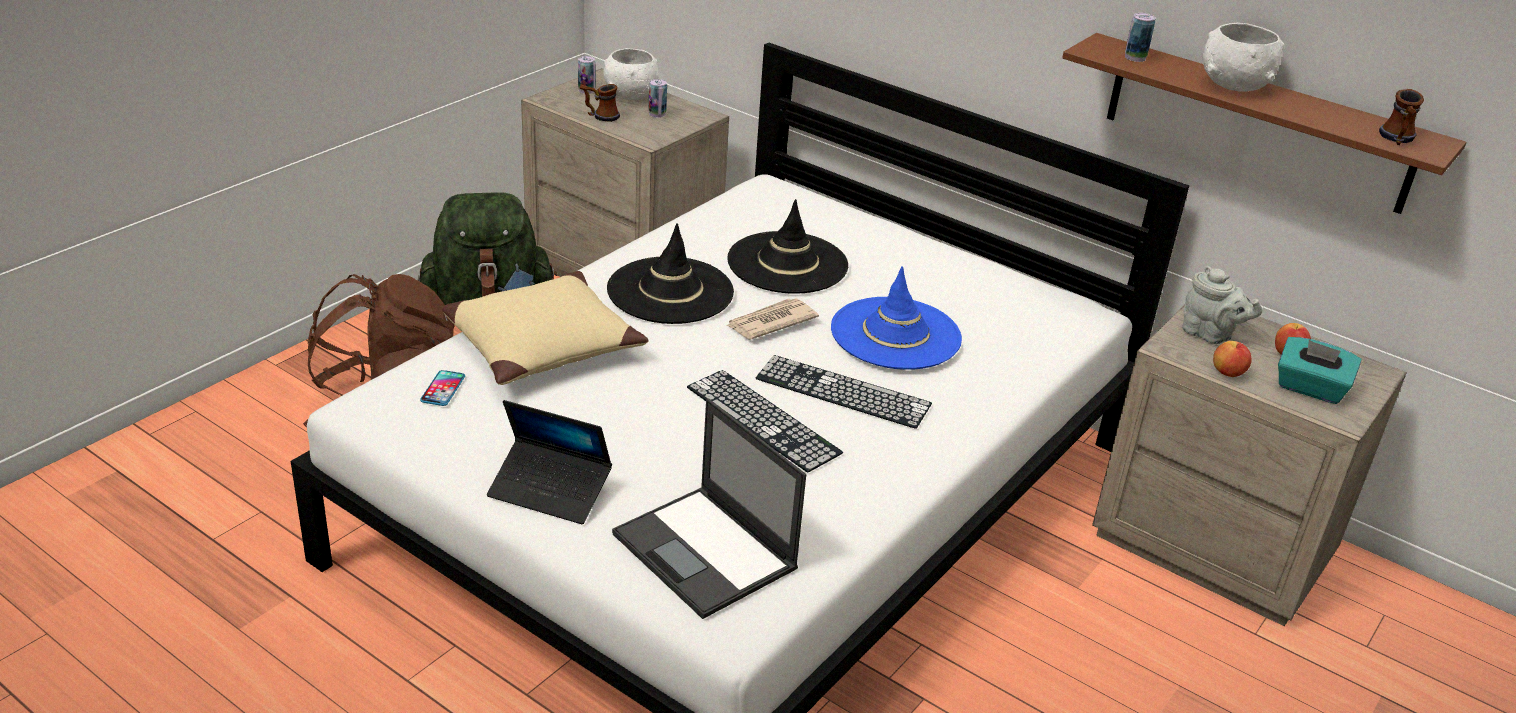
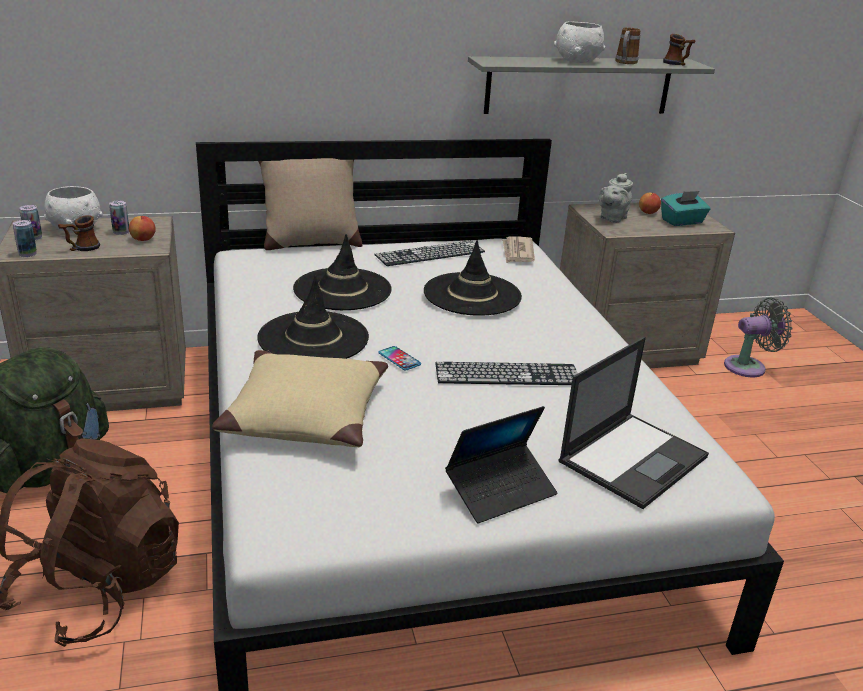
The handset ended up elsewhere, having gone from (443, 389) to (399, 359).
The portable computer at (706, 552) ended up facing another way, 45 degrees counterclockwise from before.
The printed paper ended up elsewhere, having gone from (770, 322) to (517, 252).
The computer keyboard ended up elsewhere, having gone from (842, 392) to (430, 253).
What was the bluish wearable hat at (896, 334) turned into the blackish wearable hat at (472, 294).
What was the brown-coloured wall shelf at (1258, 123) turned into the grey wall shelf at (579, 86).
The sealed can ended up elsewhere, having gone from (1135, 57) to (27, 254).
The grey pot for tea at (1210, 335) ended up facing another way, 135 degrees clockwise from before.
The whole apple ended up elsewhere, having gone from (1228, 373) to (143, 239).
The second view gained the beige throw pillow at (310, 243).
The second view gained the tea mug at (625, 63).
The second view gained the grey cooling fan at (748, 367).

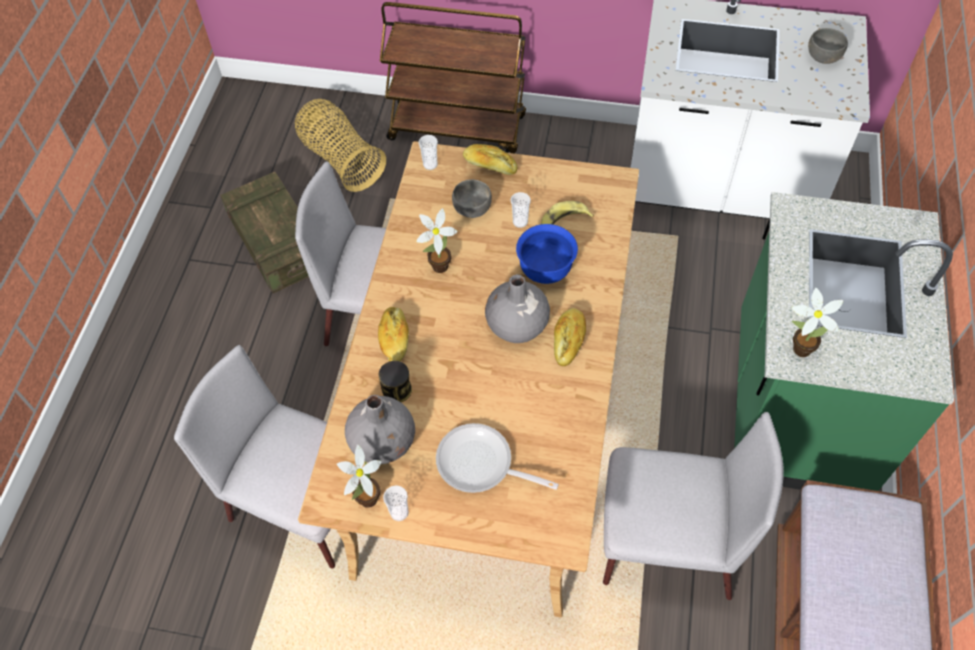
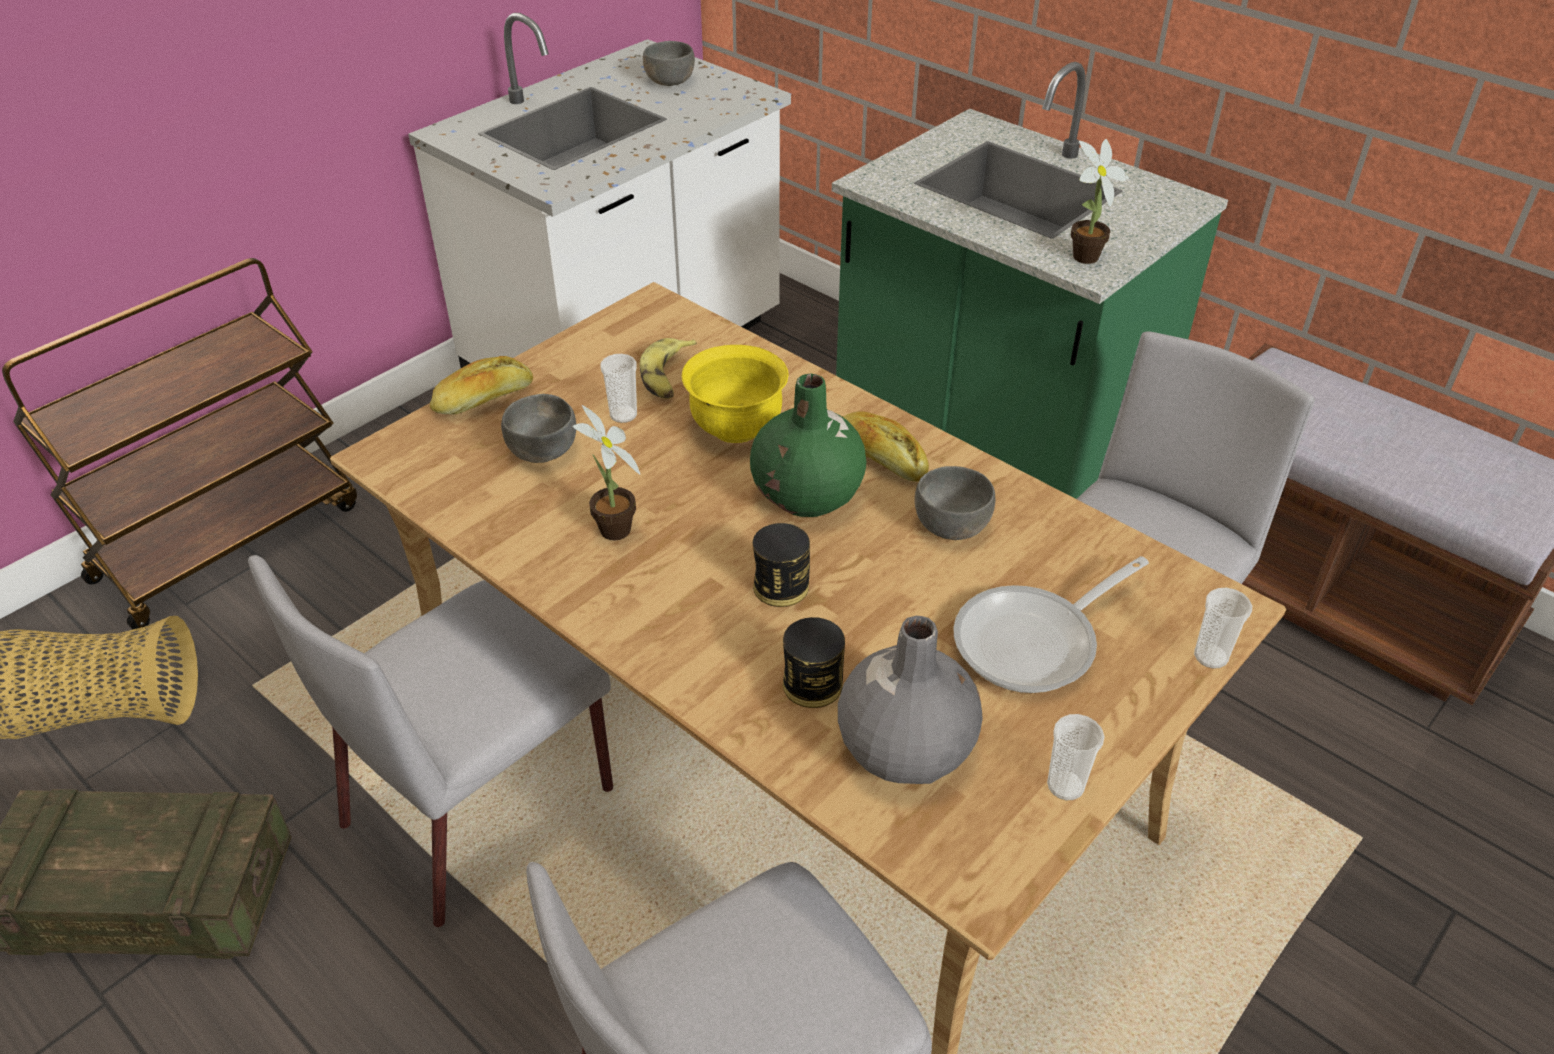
The second view lost the potted plant at (366, 501).
The second view lost the bakery bread at (394, 339).
The small cup ended up elsewhere, having gone from (430, 165) to (1210, 656).
What was the grey decorative vase at (517, 325) turned into the green decorative vase at (808, 496).
What was the bluish bowl at (545, 270) turned into the yellow bowl at (736, 427).
The second view gained the sealed can at (781, 587).
The second view gained the grey bowl at (950, 524).

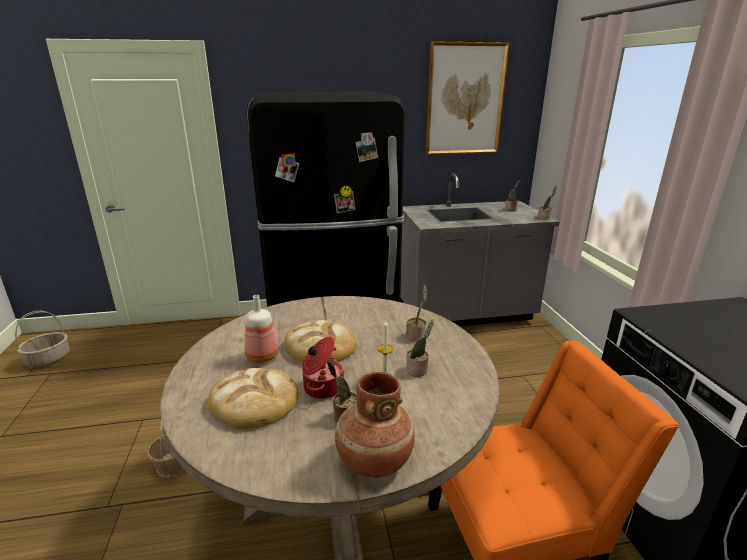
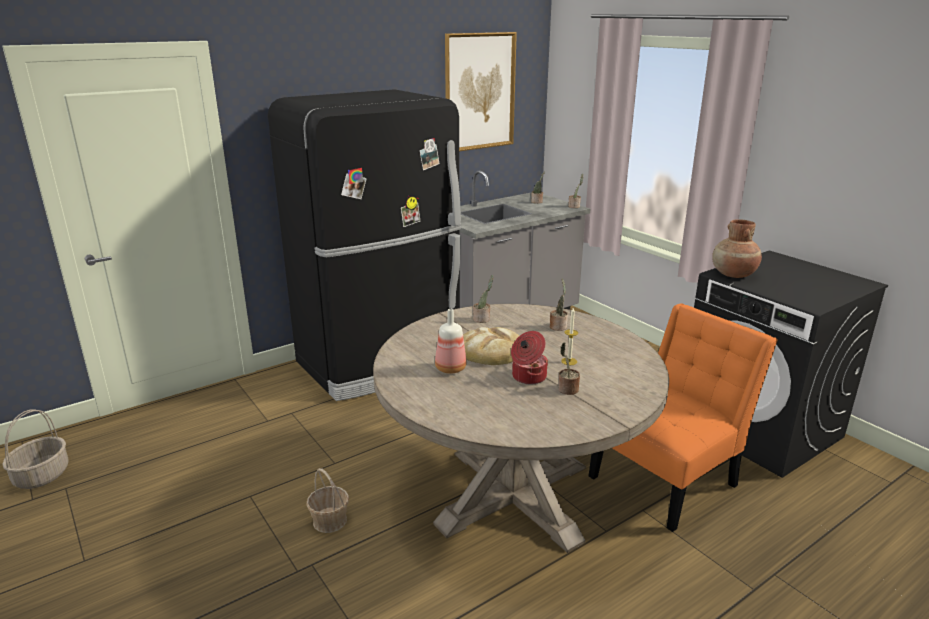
The second view lost the bakery bread at (254, 401).
The brown-coloured decorative vase ended up elsewhere, having gone from (374, 461) to (733, 274).
The potted plant ended up elsewhere, having gone from (418, 370) to (482, 319).

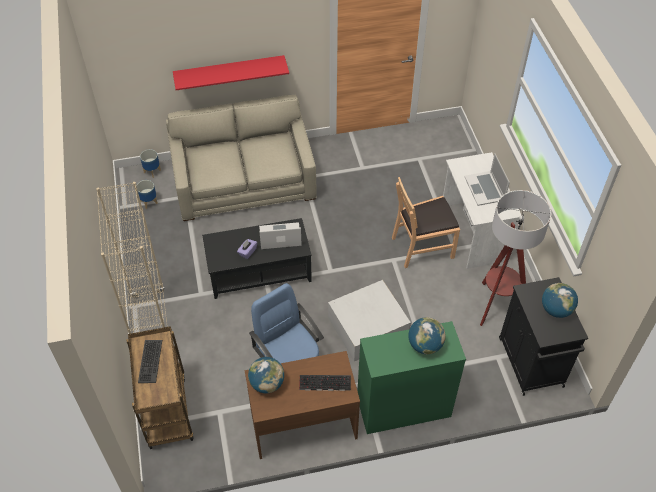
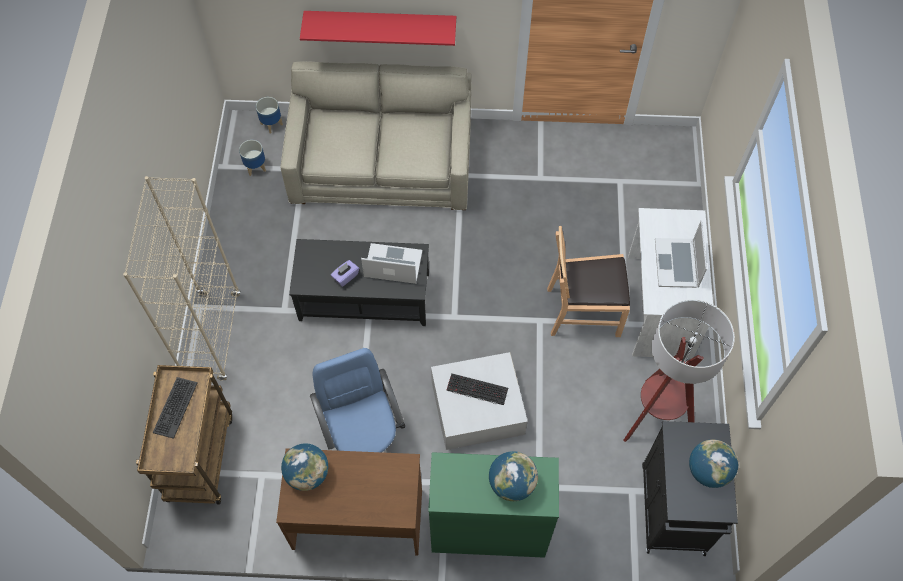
The computer keyboard ended up elsewhere, having gone from (324, 383) to (476, 390).

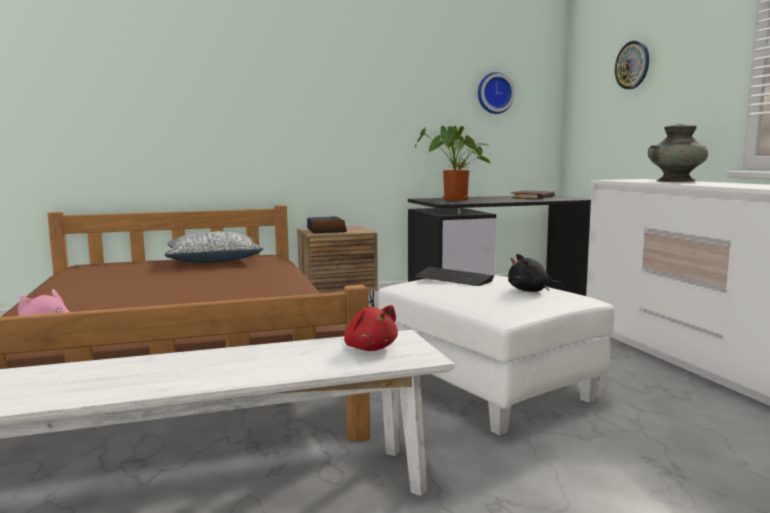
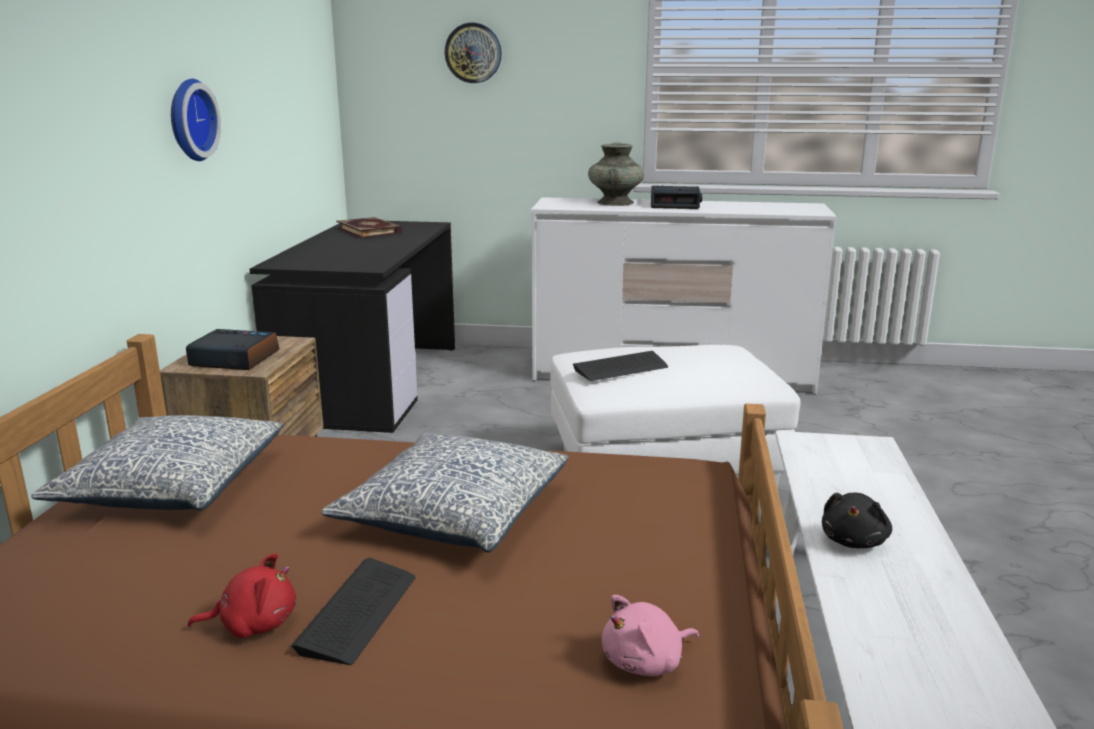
The red cuddly toy ended up elsewhere, having gone from (370, 348) to (253, 624).
The second view lost the potted plant at (454, 200).
The clock on the wall ended up elsewhere, having gone from (494, 93) to (189, 120).
The blackish cuddly toy ended up elsewhere, having gone from (531, 291) to (854, 541).
The second view gained the computer keyboard at (358, 612).
The second view gained the throw pillow at (454, 513).
The second view gained the table clock at (675, 204).

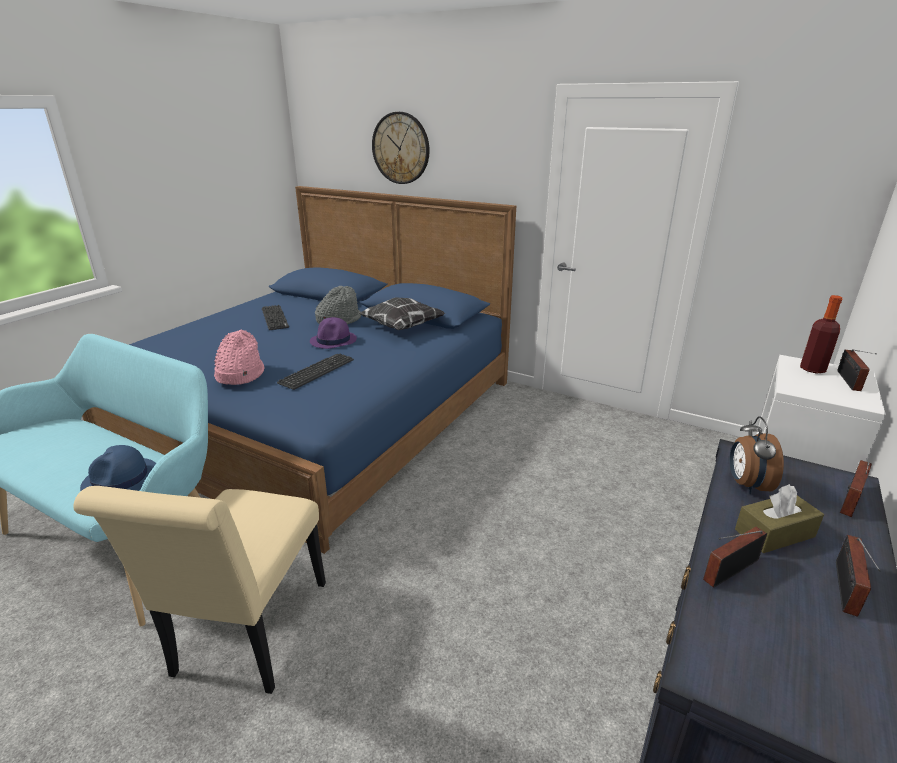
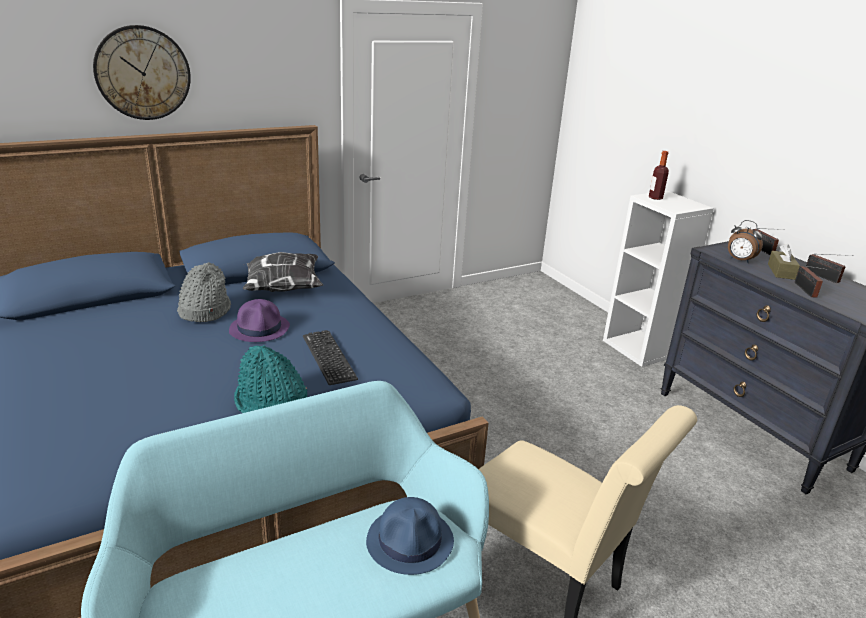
What was the pinkish wearable hat at (239, 374) turned into the turquoise wearable hat at (270, 403).
The second view lost the computer keyboard at (275, 318).
The second view lost the radio set at (849, 381).

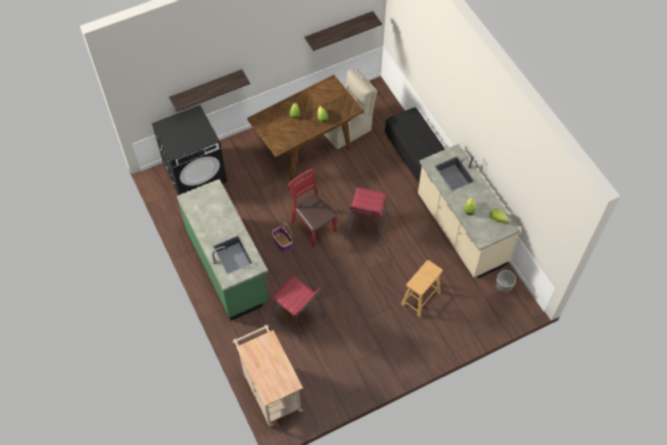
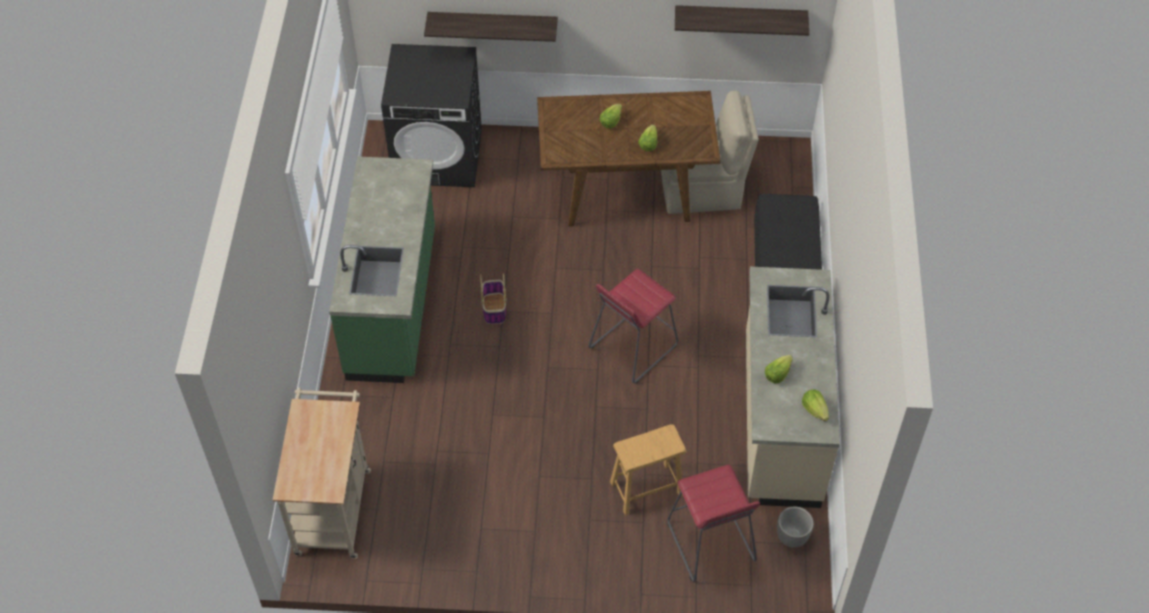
The red stool seat ended up elsewhere, having gone from (298, 318) to (710, 542).
The second view lost the red plain chair at (313, 227).

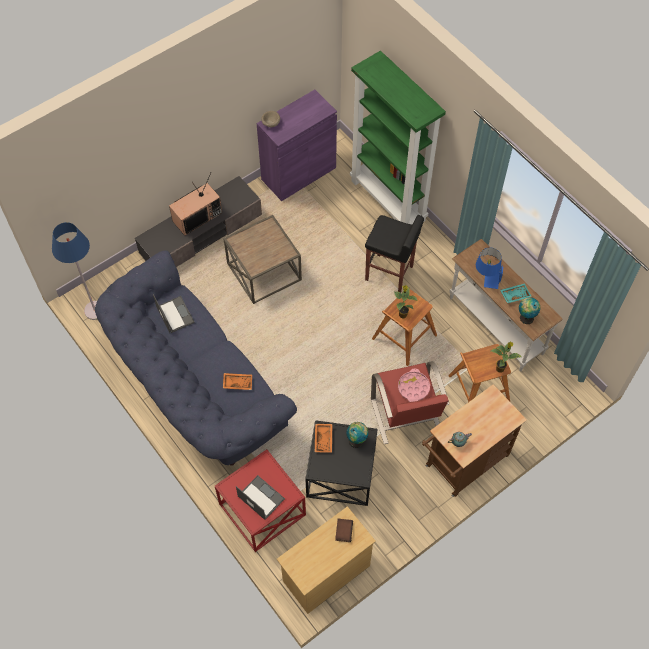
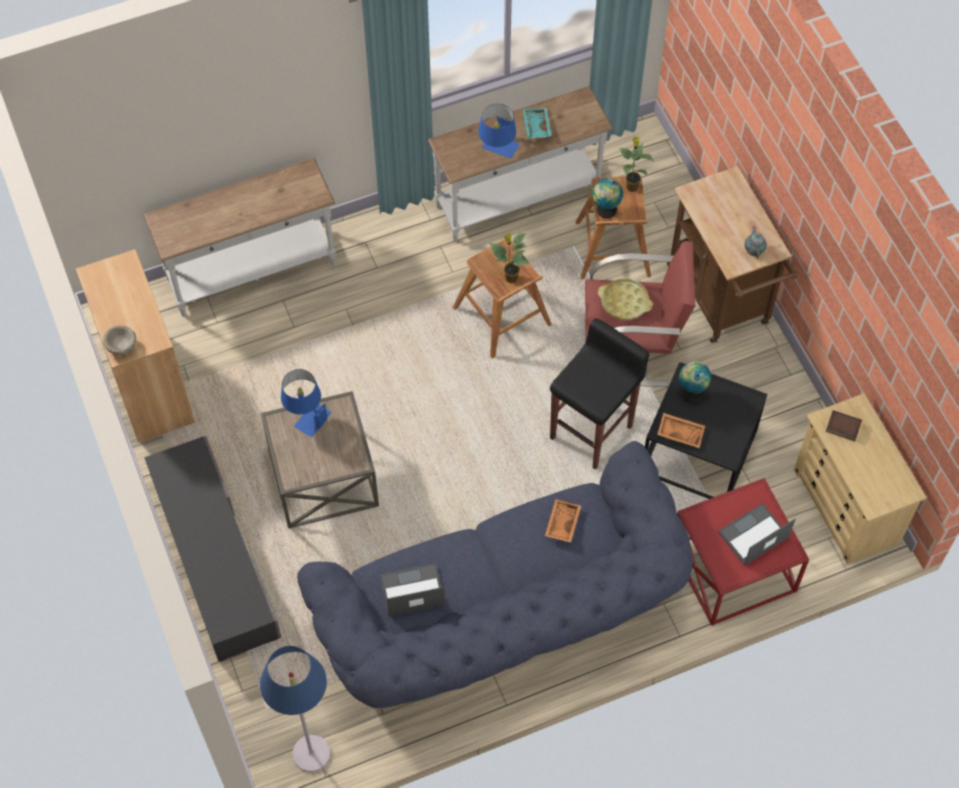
The second view lost the TV set at (197, 216).
What was the purple-coloured storage cabinet at (298, 173) turned into the brown-coloured storage cabinet at (149, 385).
Where the green shelving unit stood at (389, 200), the whitish console table came to stand at (252, 273).
The blackish stool seat ended up elsewhere, having gone from (389, 274) to (593, 432).
What was the pinkish serving tray at (413, 387) turned into the yellow serving tray at (624, 302).
The desk globe ended up elsewhere, having gone from (525, 317) to (605, 210).
The second view gained the bluish lamp for a table at (306, 415).

